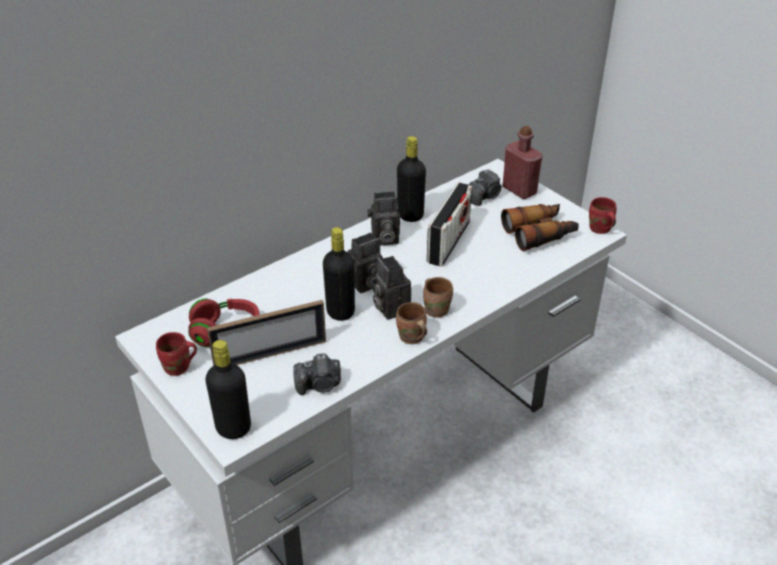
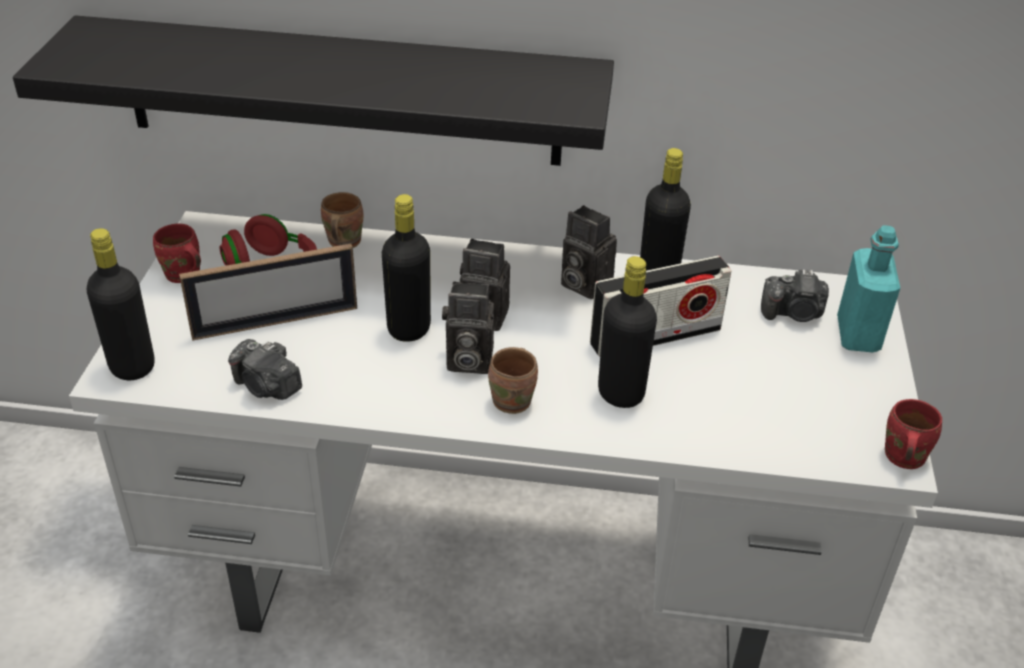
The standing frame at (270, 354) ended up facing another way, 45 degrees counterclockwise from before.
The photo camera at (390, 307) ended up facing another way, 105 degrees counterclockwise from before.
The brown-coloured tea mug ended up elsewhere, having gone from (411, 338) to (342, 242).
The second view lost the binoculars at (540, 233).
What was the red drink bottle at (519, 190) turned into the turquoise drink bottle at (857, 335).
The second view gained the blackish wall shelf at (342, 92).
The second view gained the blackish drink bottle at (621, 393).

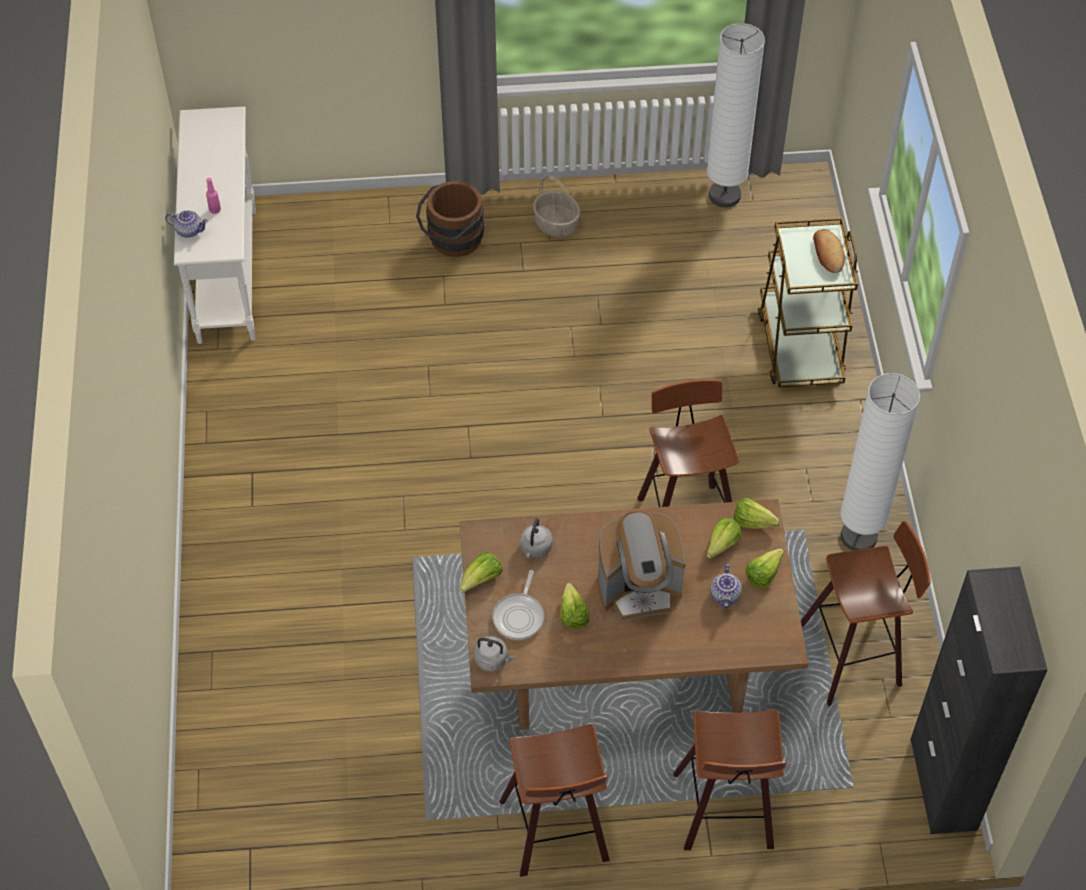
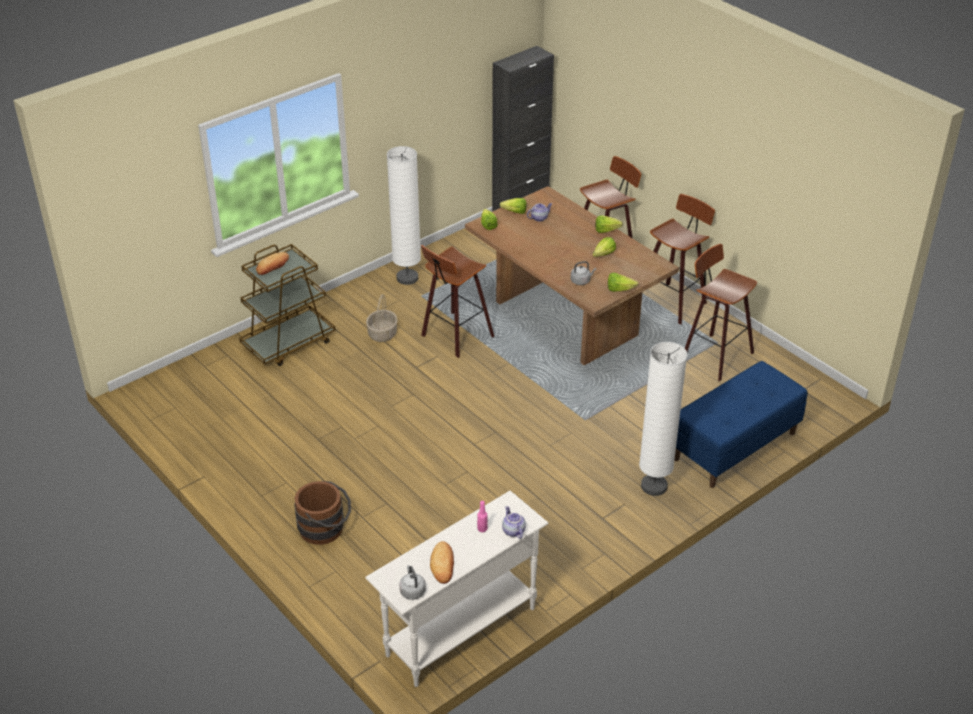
The grey tea kettle ended up elsewhere, having gone from (493, 660) to (412, 591).
The second view lost the frying pan at (519, 616).
The storage basket ended up elsewhere, having gone from (557, 224) to (382, 334).
The second view lost the coffee machine at (639, 589).
The whitish standard lamp ended up elsewhere, having gone from (724, 196) to (654, 486).
The head of lettuce ended up elsewhere, having gone from (719, 547) to (608, 231).
The stool seat ended up elsewhere, having gone from (854, 656) to (714, 355).
The second view gained the bakery bread at (443, 565).
The second view gained the bluish bench at (734, 447).

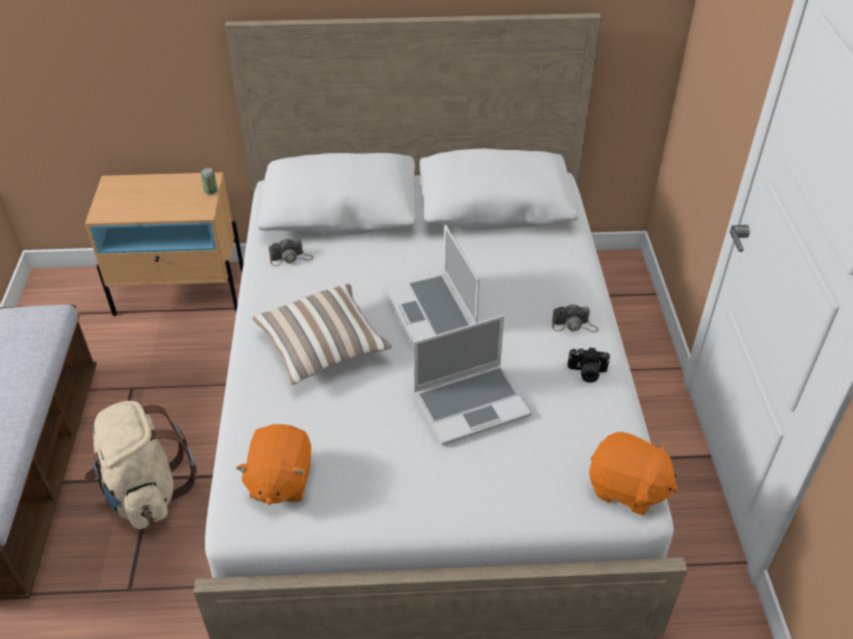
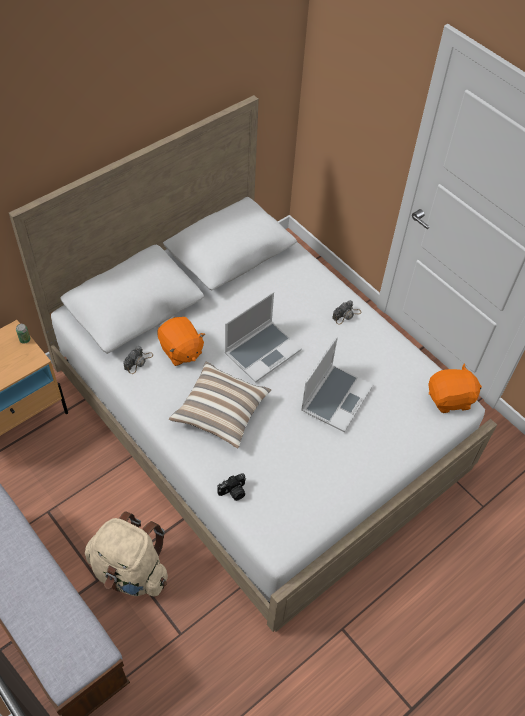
The orange cuddly toy ended up elsewhere, having gone from (280, 480) to (181, 350).
The portable computer at (433, 312) ended up facing another way, 75 degrees counterclockwise from before.
The photo camera ended up elsewhere, having gone from (587, 373) to (233, 492).

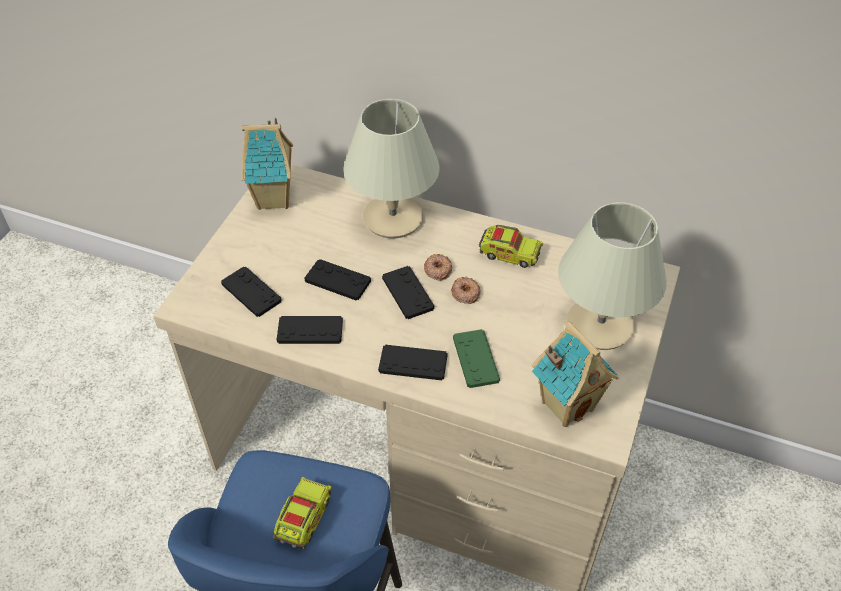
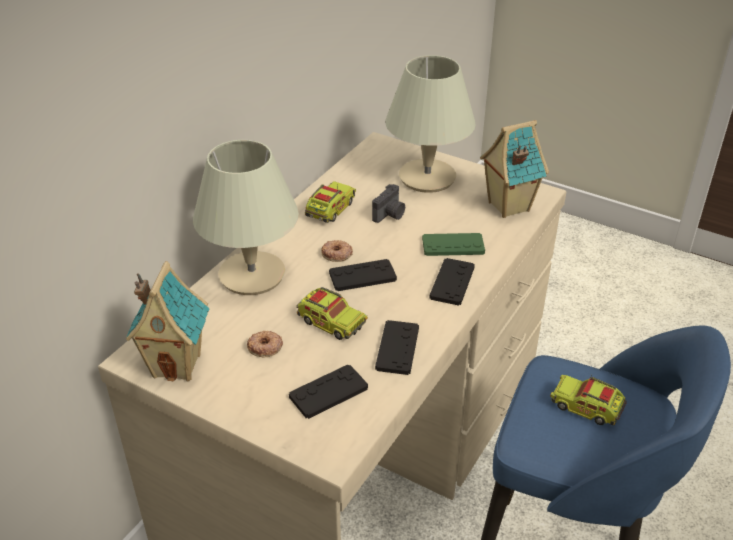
Where the blackish joypad stood at (338, 281), the toy lorry came to stand at (331, 322).
The donut ended up elsewhere, having gone from (465, 293) to (265, 347).
The second view gained the photo camera at (390, 215).

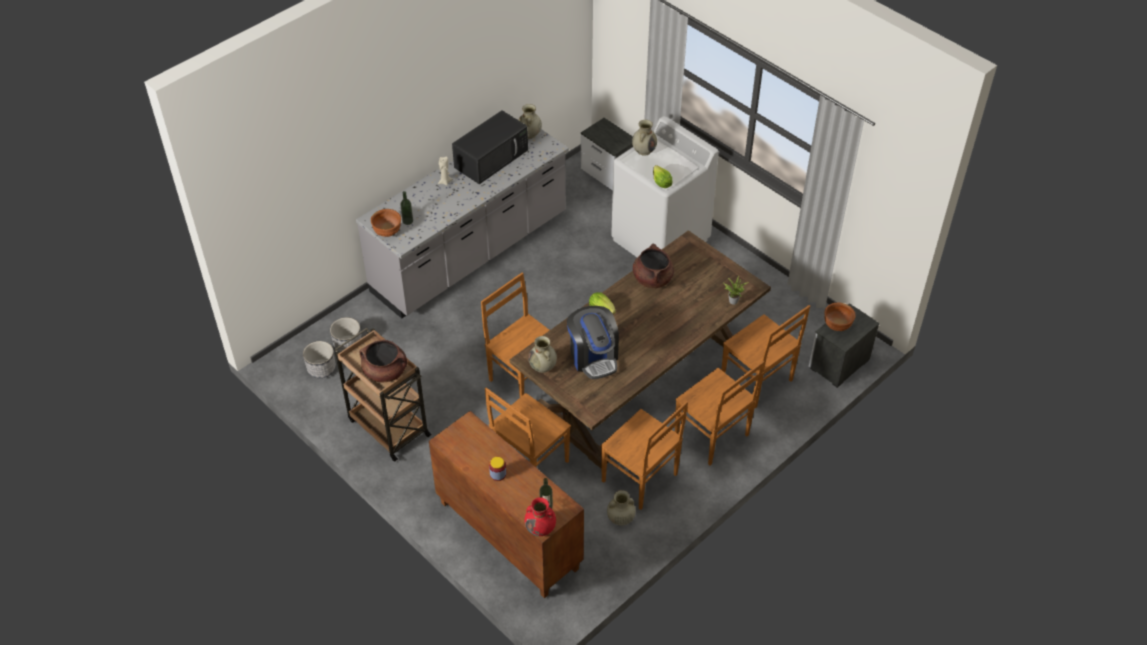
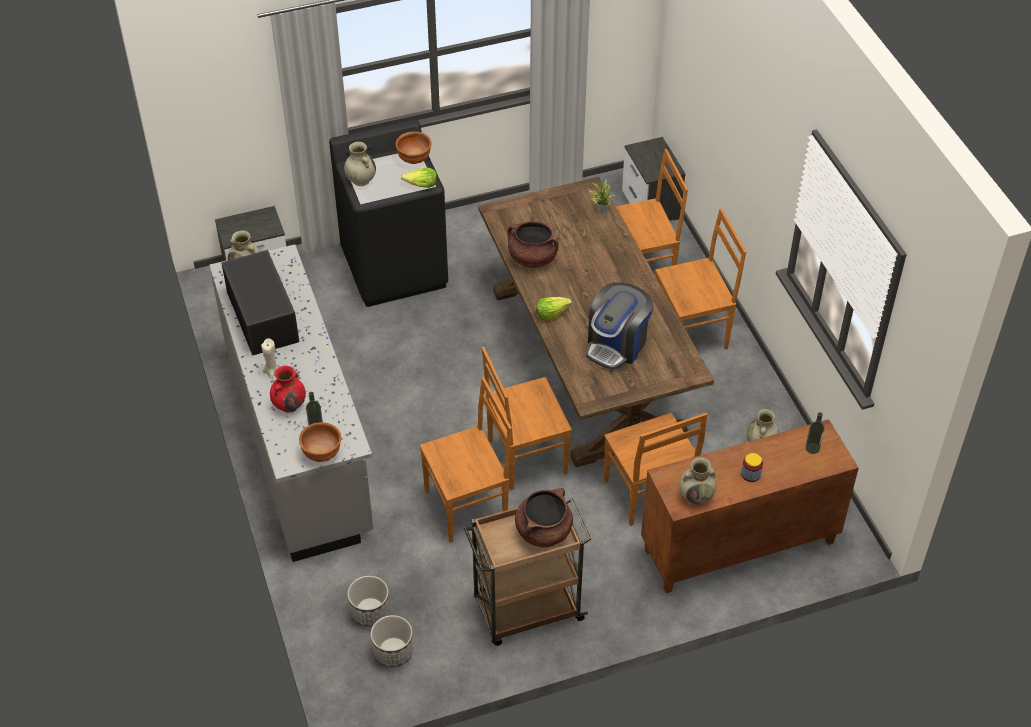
The red decorative vase ended up elsewhere, having gone from (540, 529) to (289, 404).
The beige decorative vase ended up elsewhere, having gone from (543, 367) to (696, 496).
The coffee machine at (593, 357) ended up facing another way, 120 degrees clockwise from before.
The brown-coloured plain chair ended up elsewhere, having gone from (641, 479) to (468, 506).
What was the whitish laundry machine at (660, 240) turned into the blackish laundry machine at (395, 268).
The brown-coloured bowl ended up elsewhere, having gone from (836, 325) to (414, 159).

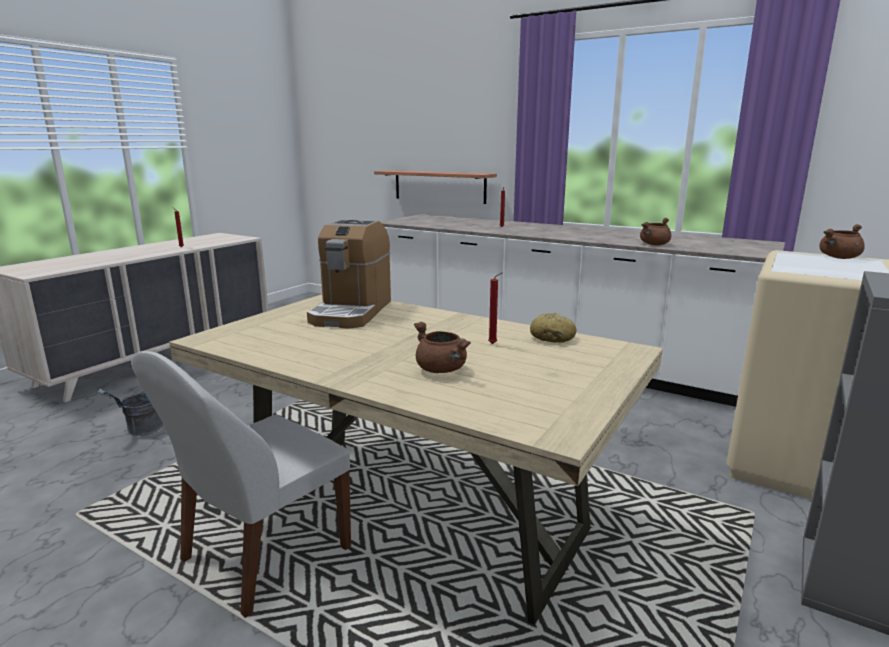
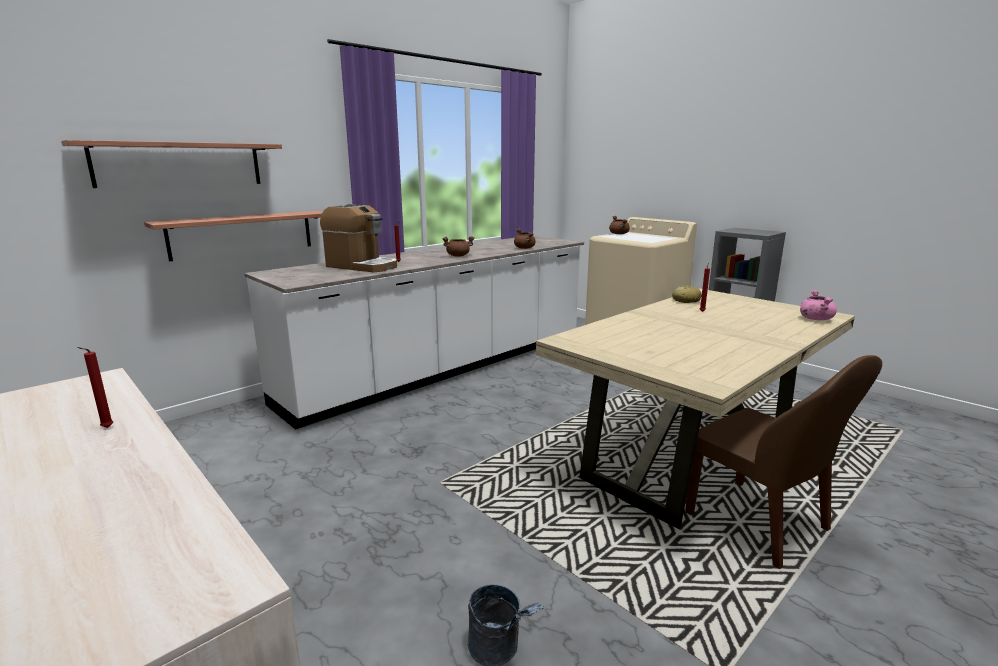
What was the whitish plain chair at (262, 556) turned into the brown-coloured plain chair at (759, 524).
The coffee machine ended up elsewhere, having gone from (351, 312) to (362, 266).
The brown-coloured saucepot ended up elsewhere, having gone from (442, 370) to (458, 256).
The second view gained the wall shelf at (180, 164).
The second view gained the pinkish saucepot at (815, 319).

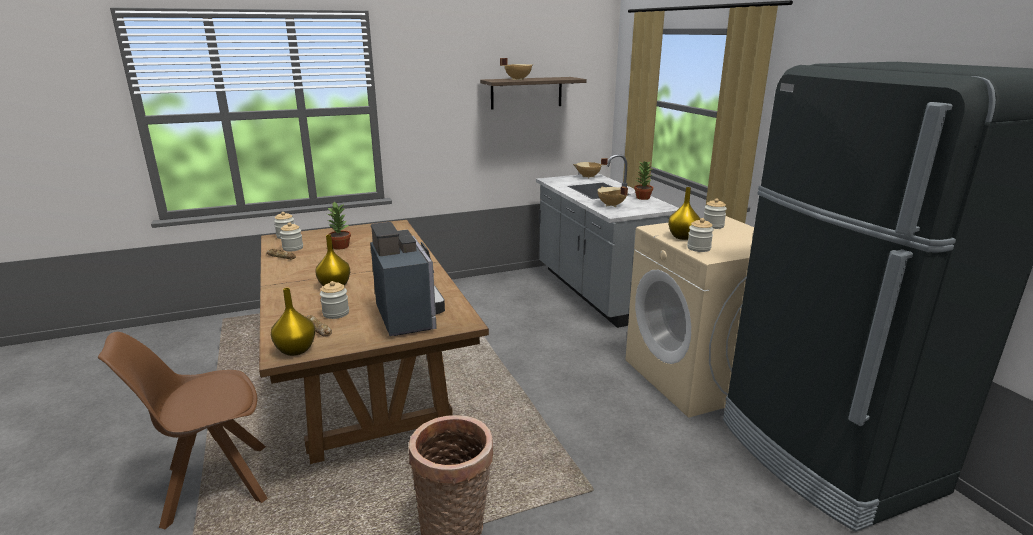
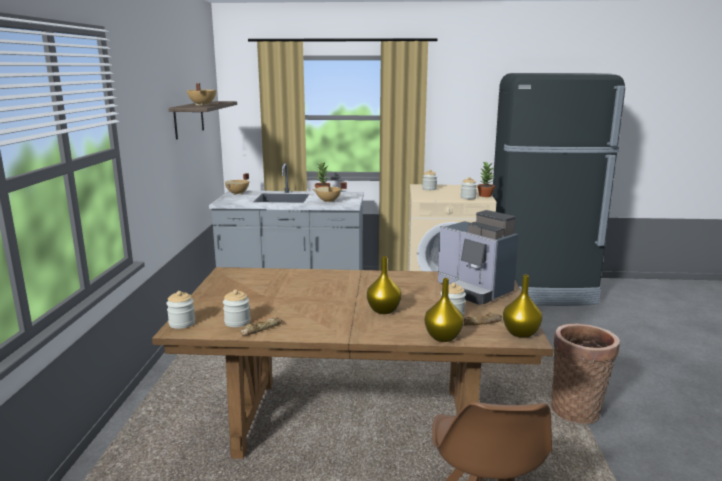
The potted plant ended up elsewhere, having gone from (341, 246) to (485, 195).
The coffee machine at (409, 315) ended up facing another way, 135 degrees counterclockwise from before.
The yellow decorative vase ended up elsewhere, having gone from (683, 237) to (443, 337).

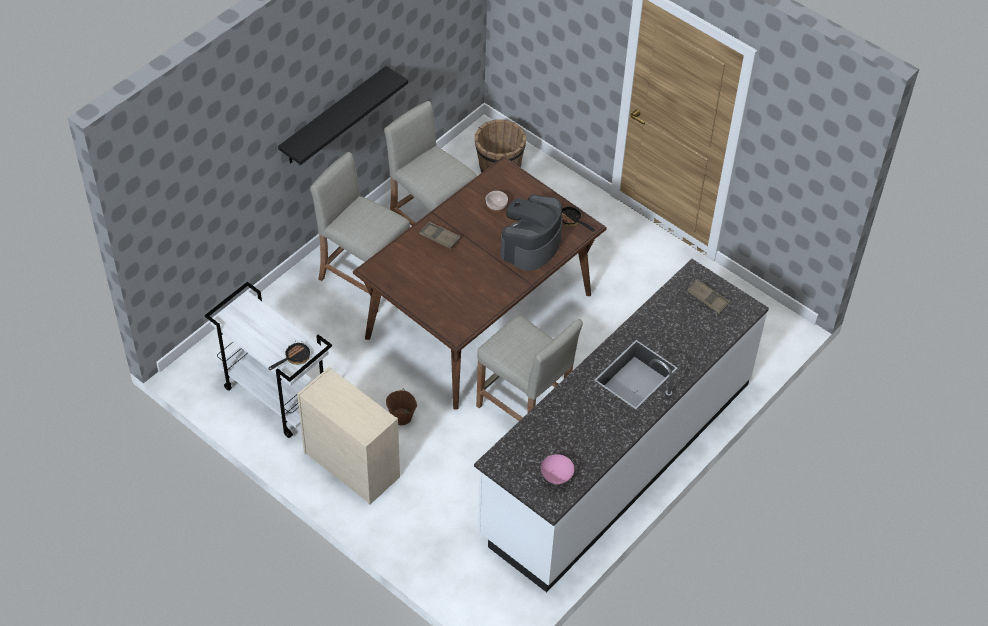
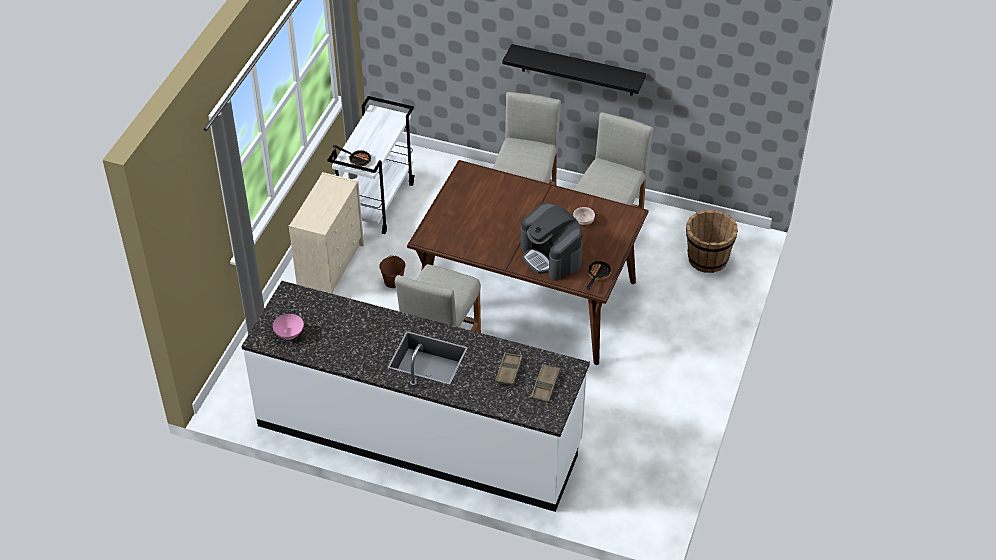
The brown-coloured serving tray ended up elsewhere, having gone from (440, 237) to (508, 371).
The coffee machine at (530, 245) ended up facing another way, 135 degrees counterclockwise from before.

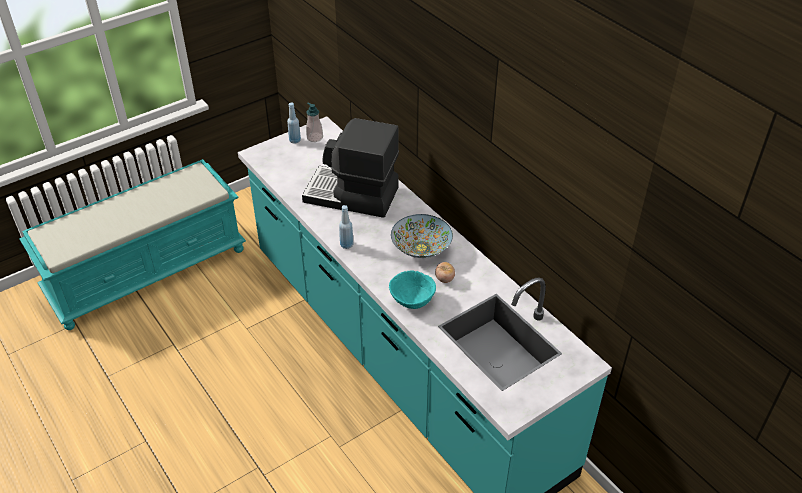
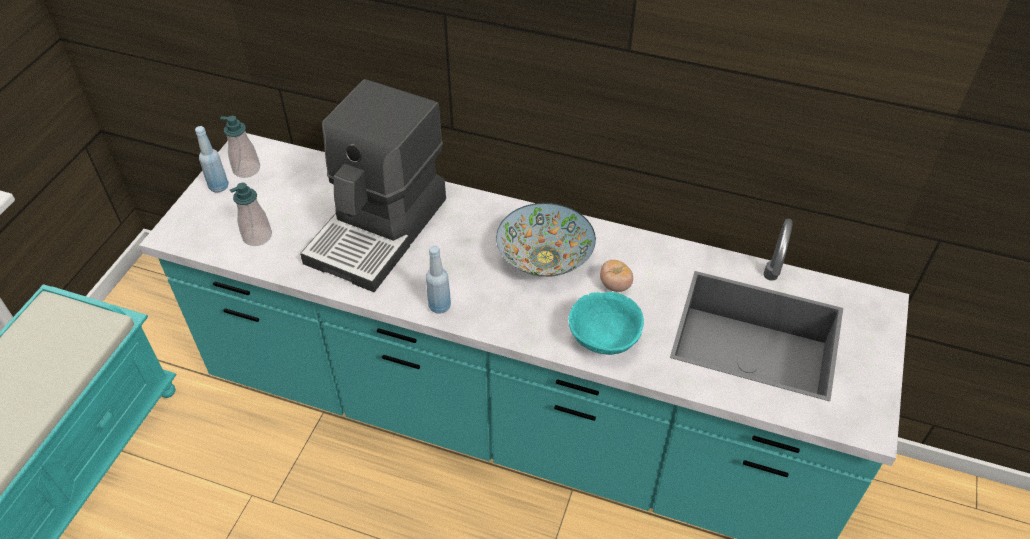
The coffee machine at (351, 196) ended up facing another way, 45 degrees counterclockwise from before.
The second view gained the soap dispenser at (257, 236).

